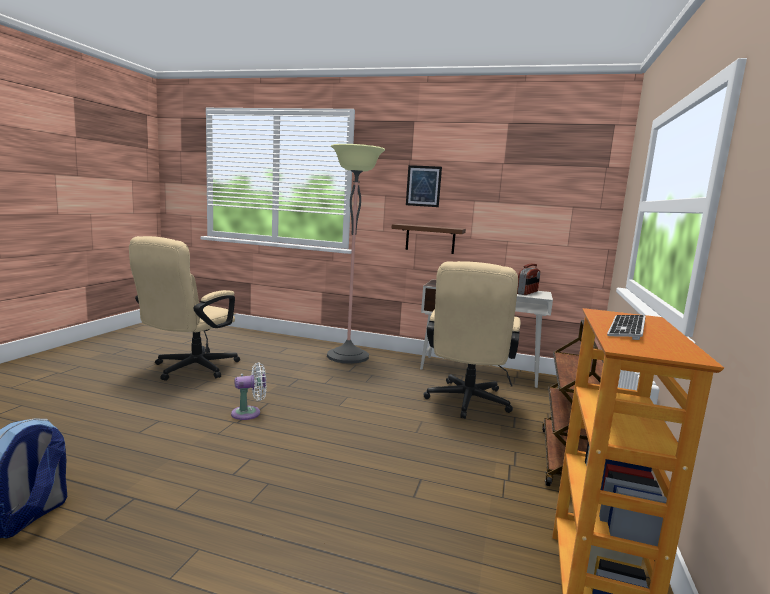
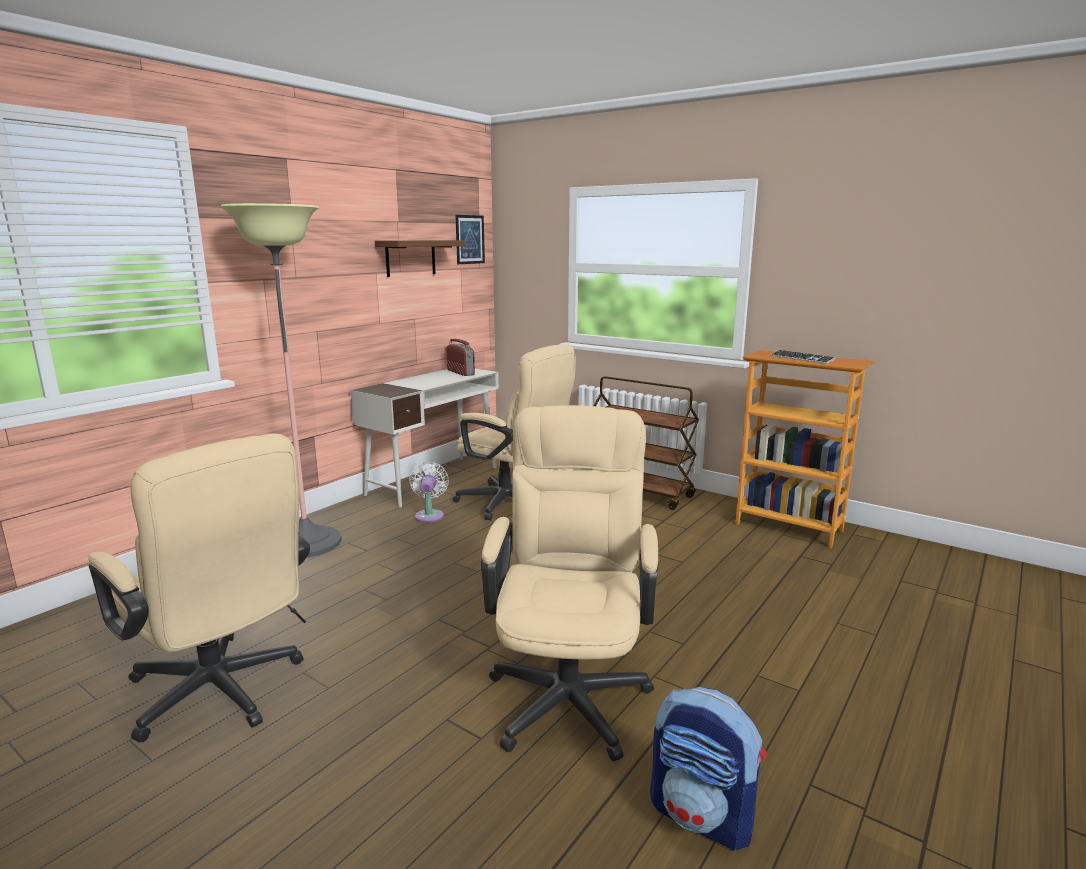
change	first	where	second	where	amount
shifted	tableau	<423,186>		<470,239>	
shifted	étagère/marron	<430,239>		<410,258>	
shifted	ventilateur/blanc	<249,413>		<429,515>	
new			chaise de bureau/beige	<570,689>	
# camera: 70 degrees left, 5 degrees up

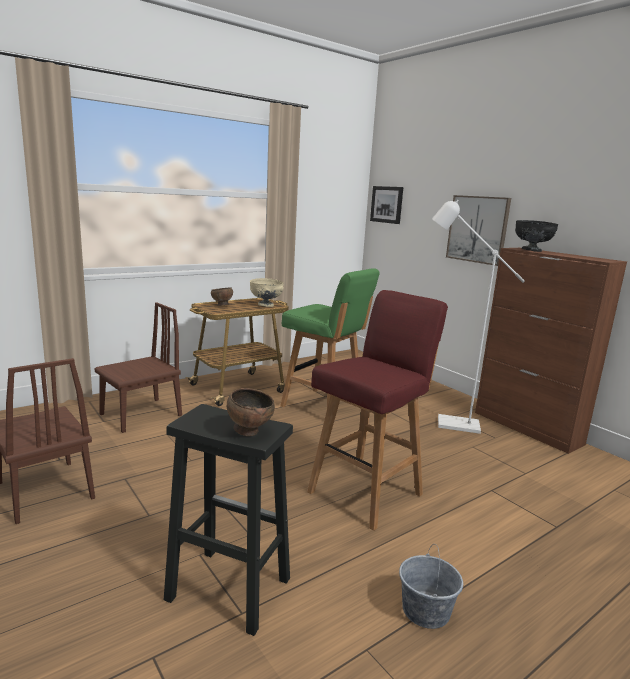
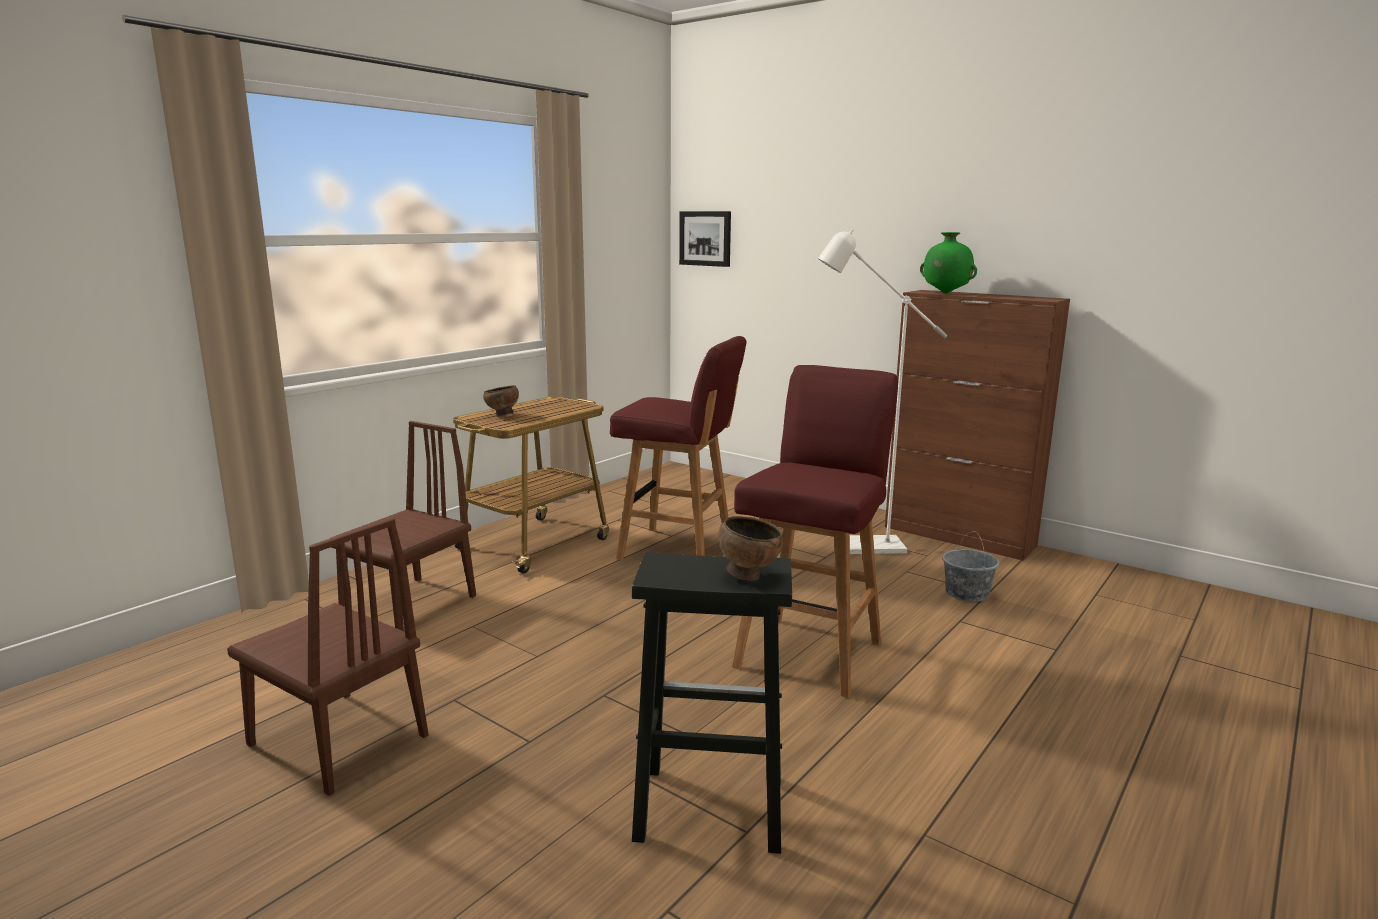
change	first	where	second	where	amount
gone	tableau	<478,229>			
swapped	bol/noir	<531,250>	vase/vert	<945,293>	
repainted	tabouret/vert	<323,406>	tabouret/rouge	<678,550>	
gone	bol/beige	<265,305>			
shifted	seau/gris	<425,610>		<966,593>	
# camera: 15 degrees left, 0 degrees up

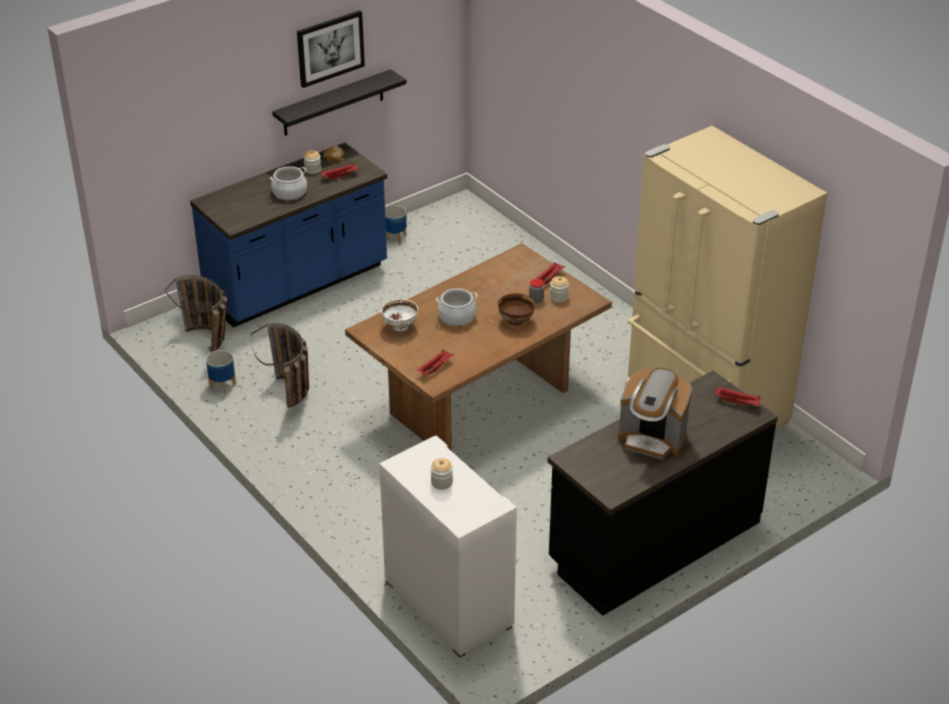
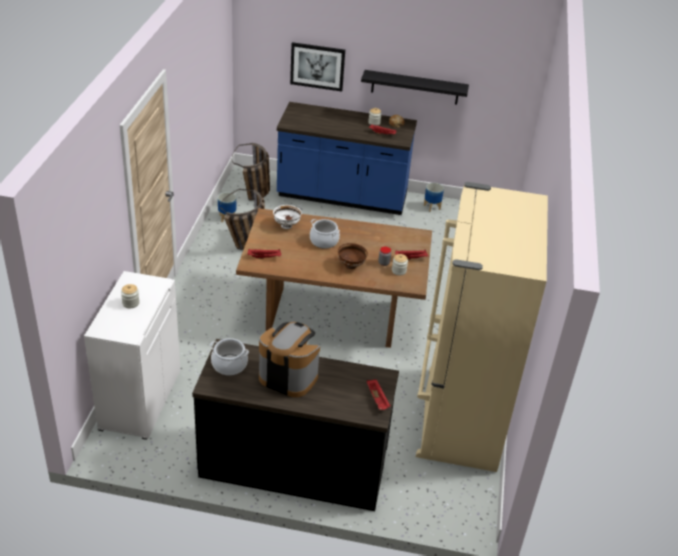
change	first	where	second	where	amount
shifted	tableau	<330,48>		<317,66>	
shifted	marmite	<289,193>		<229,365>	
rotated	machine à café	<652,439>		<288,377>	135 degrees clockwise
# camera: 45 degrees right, 0 degrees up

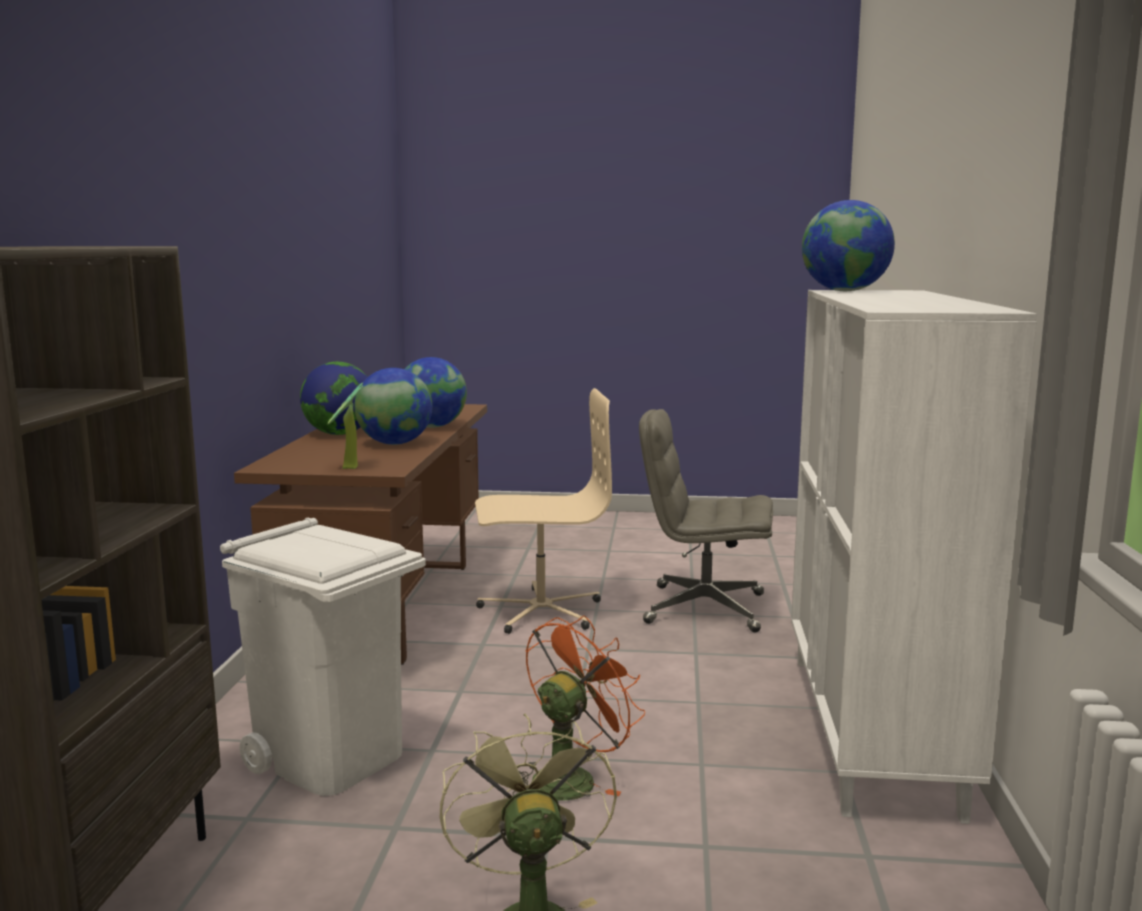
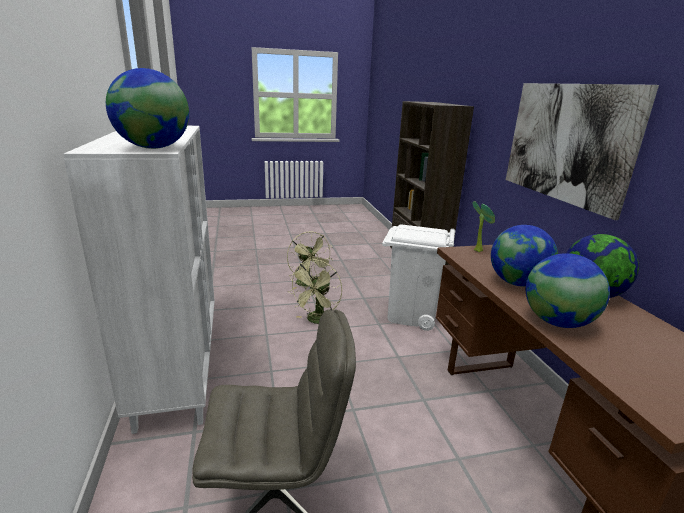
change	first	where	second	where	amount
gone	chaise de bureau/beige	<540,611>			
repainted	ventilateur/orange	<571,777>	ventilateur/vert	<317,321>	
new			tableau	<566,143>	
# camera: 160 degrees right, 10 degrees up

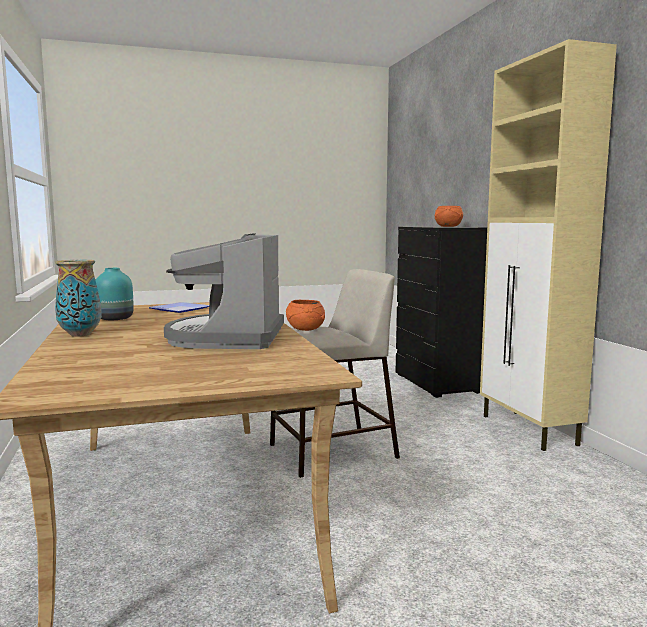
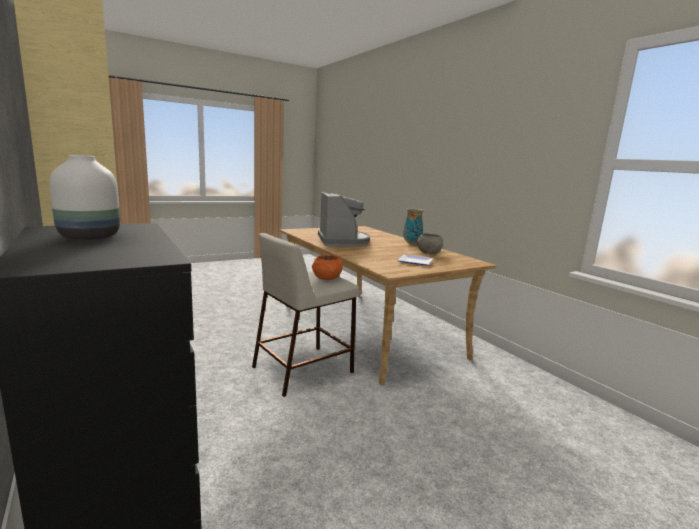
change	first	where	second	where	amount
swapped	bol/orange	<448,226>	vase/blanc	<91,237>	
swapped	vase/turquoise	<116,319>	bol/gris	<428,253>	
# camera: 165 degrees right, 5 degrees up

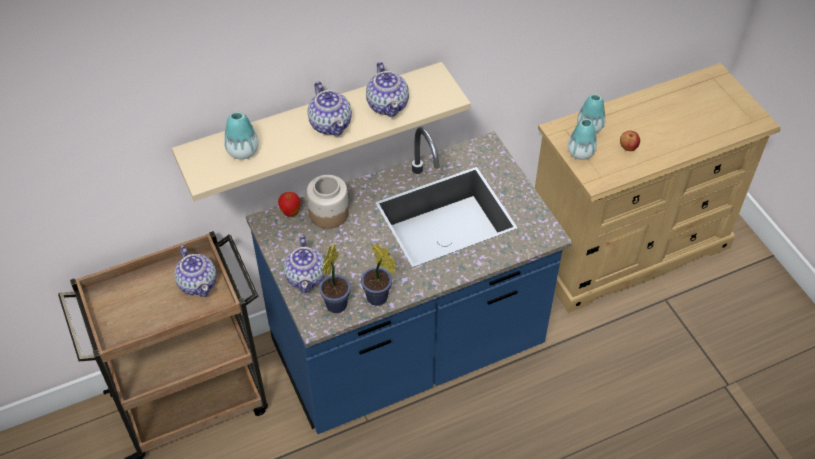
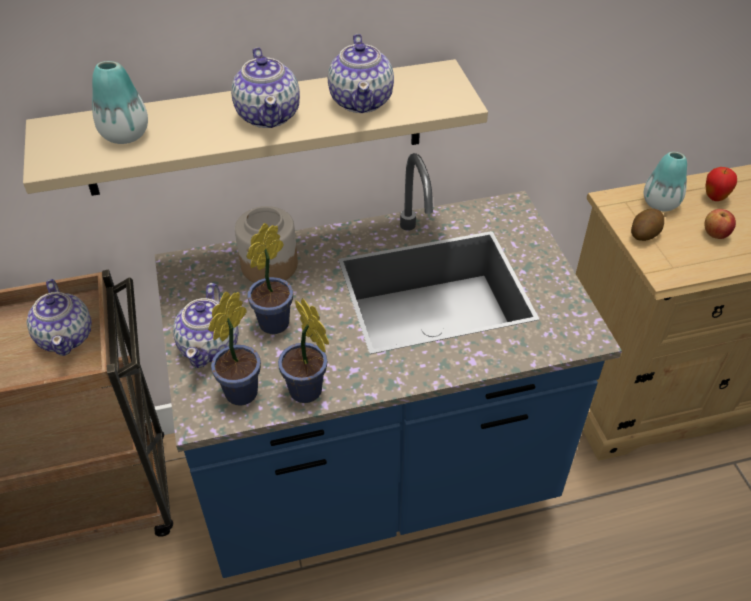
change	first	where	second	where	amount
swapped	vase	<580,153>	pomme de terre	<644,233>	
shifted	pomme	<290,213>		<714,197>	
new			plante en pot	<277,321>	
# camera: 10 degrees right, 5 degrees down

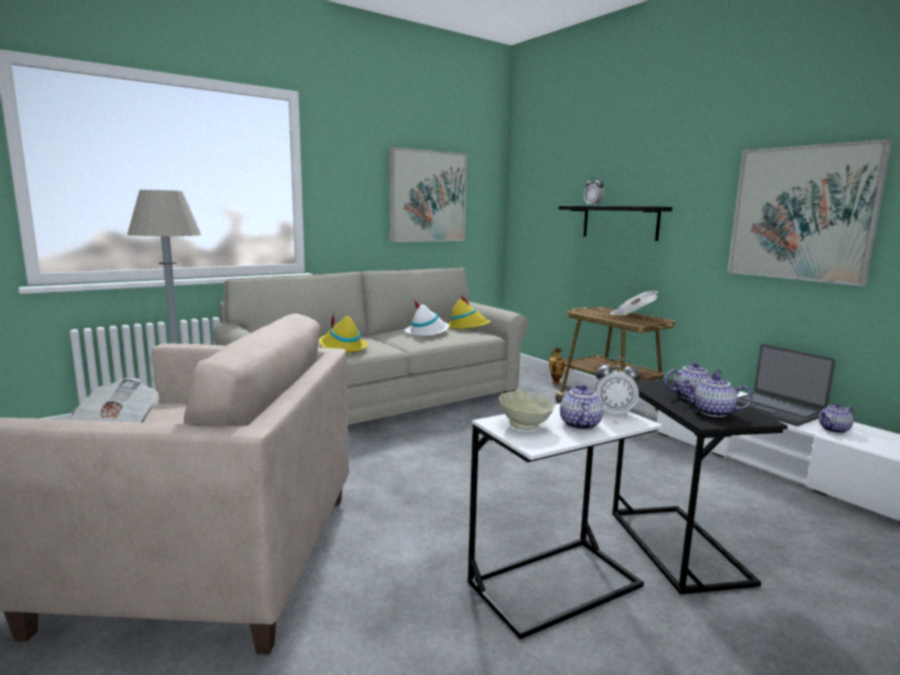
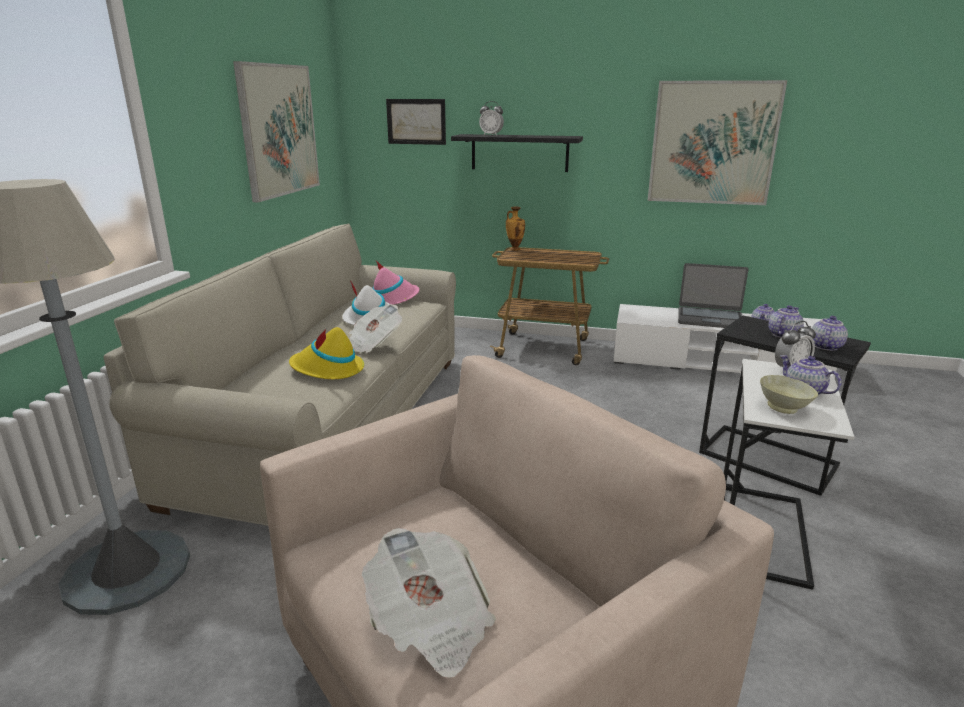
change	first	where	second	where	amount
shifted	journal	<632,315>		<372,344>	
repainted	chapeau/jaune	<467,327>	chapeau/rose	<393,299>	
shifted	vase	<555,382>		<514,249>	
rotated	théière	<712,412>		<824,346>	135 degrees clockwise
new			tableau	<416,121>	
# camera: 40 degrees left, 10 degrees up

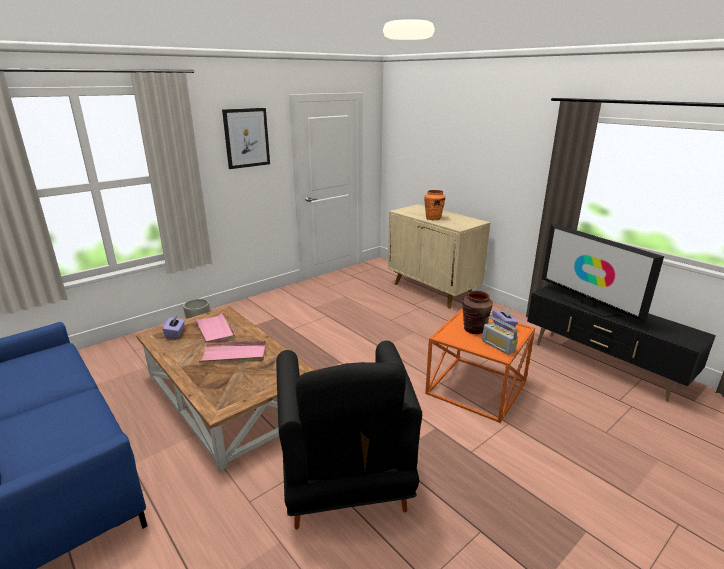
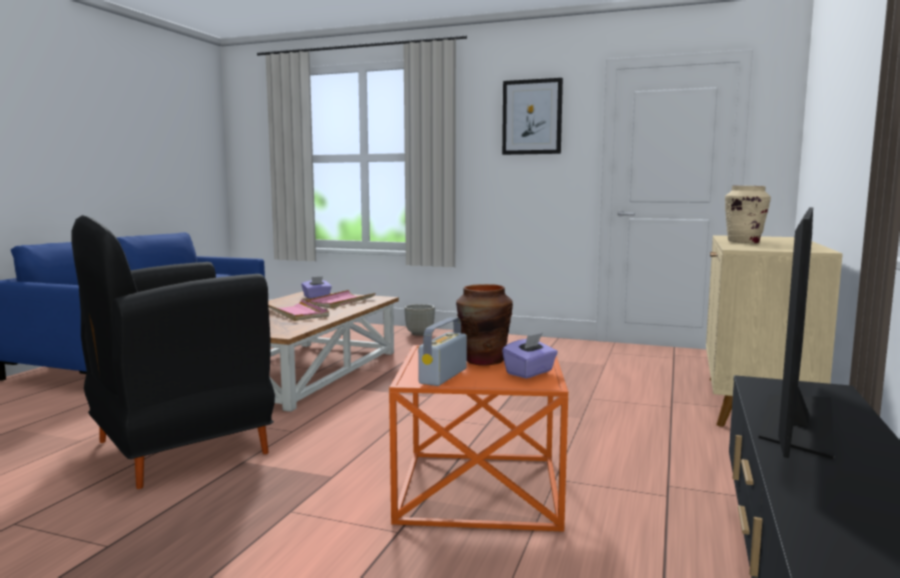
change	first	where	second	where	amount
repainted	vase/orange	<433,218>	vase/beige	<744,242>	
# camera: 60 degrees right, 15 degrees down

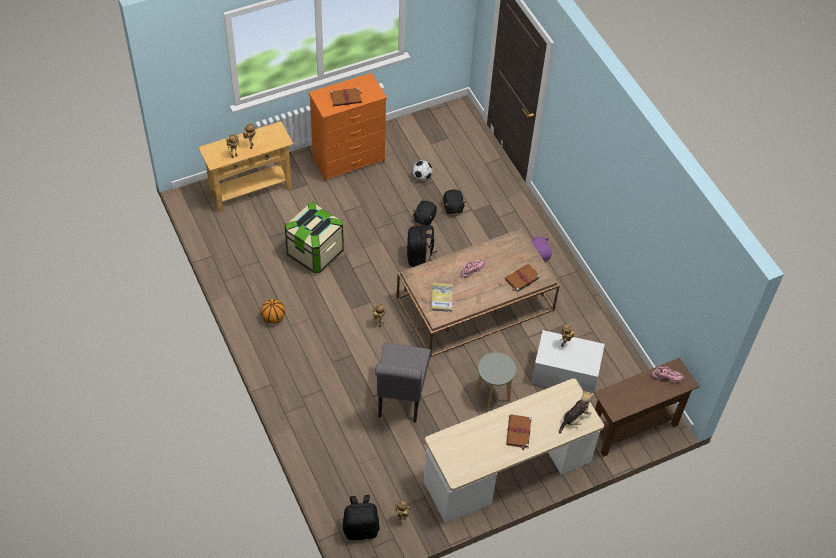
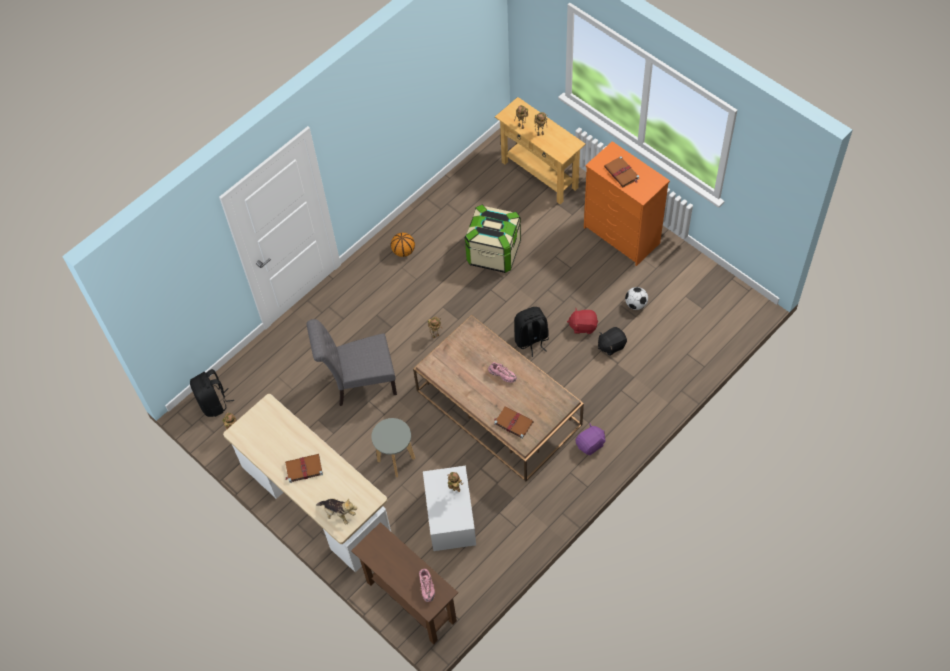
change	first	where	second	where	amount
repainted	peluche/noir	<424,218>	peluche/rouge	<583,326>	
gone	livre	<442,298>			
# camera: 75 degrees right, 5 degrees up

